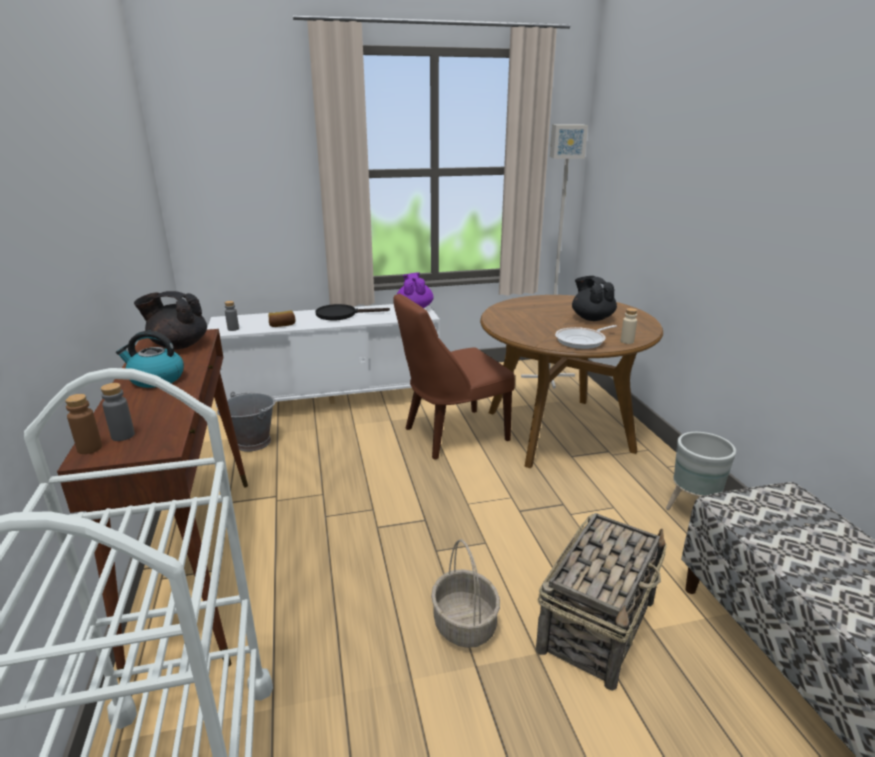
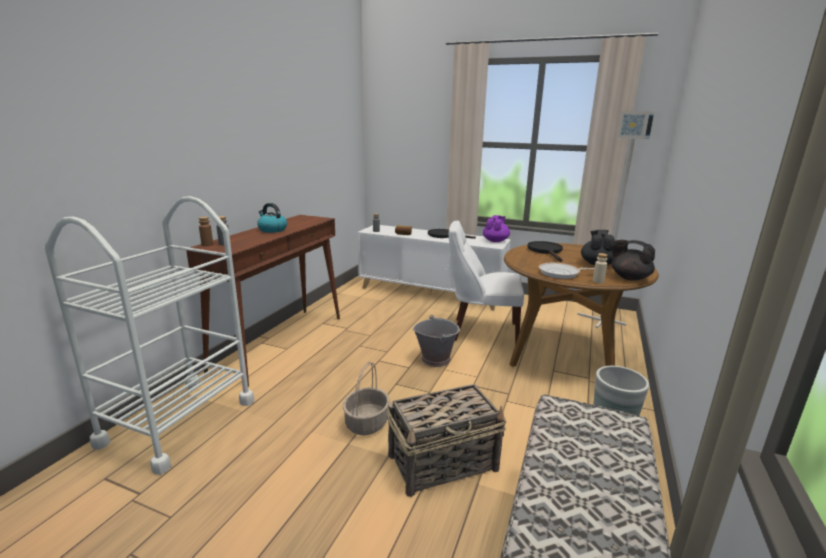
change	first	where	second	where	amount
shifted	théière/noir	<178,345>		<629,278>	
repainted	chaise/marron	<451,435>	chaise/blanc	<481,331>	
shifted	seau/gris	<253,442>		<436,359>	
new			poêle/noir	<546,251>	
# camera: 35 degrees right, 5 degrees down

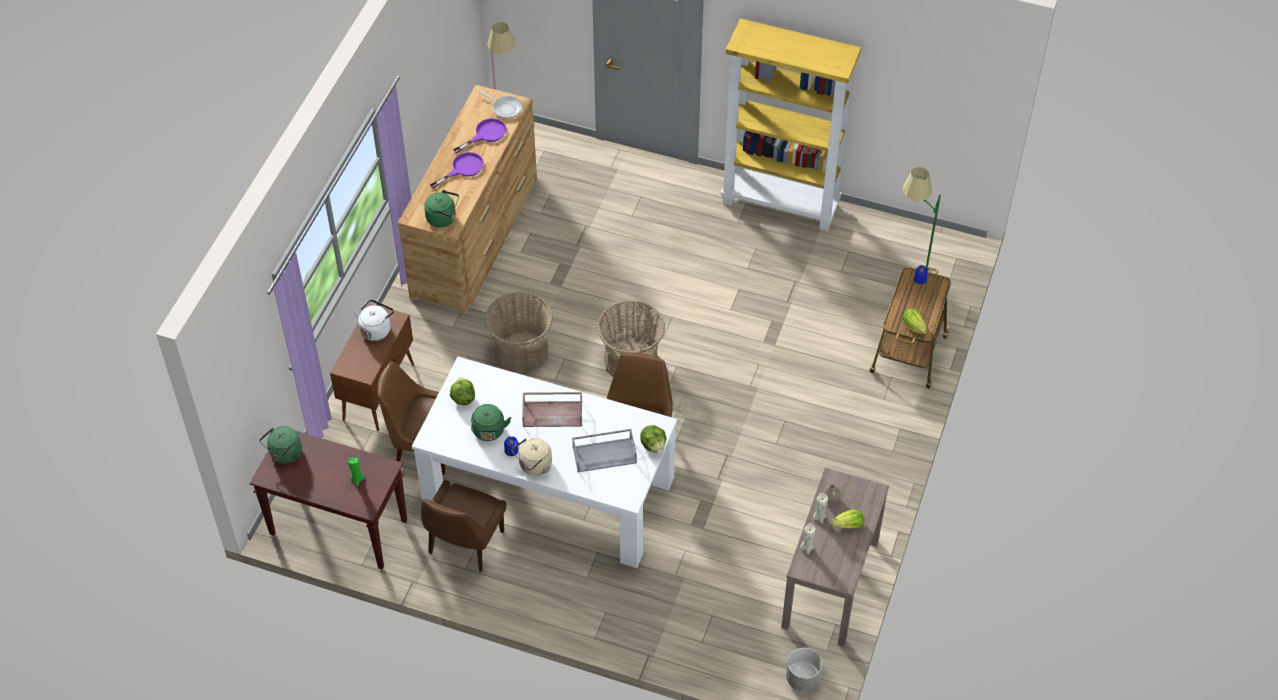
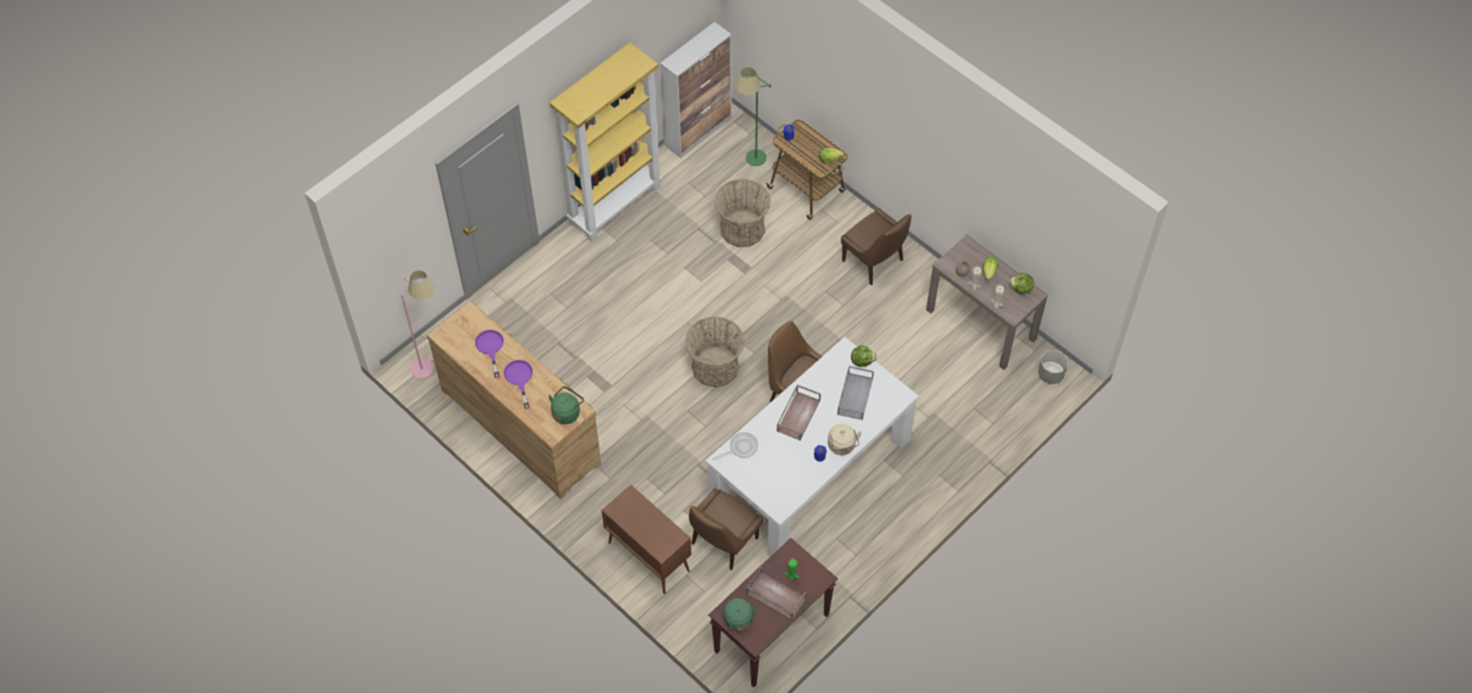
change	first	where	second	where	amount
shifted	poêle	<505,108>		<741,447>	
shifted	panier	<521,352>		<742,228>	
gone	bouilloire/blanc	<376,329>			
shifted	laitue	<463,398>		<1021,289>	
gone	bouilloire/vert	<489,432>			
shifted	chaise/marron	<464,544>		<874,262>	
new			meuble de rangement	<698,131>	
new			plateau/marron	<775,596>	
# camera: 65 degrees left, 5 degrees up

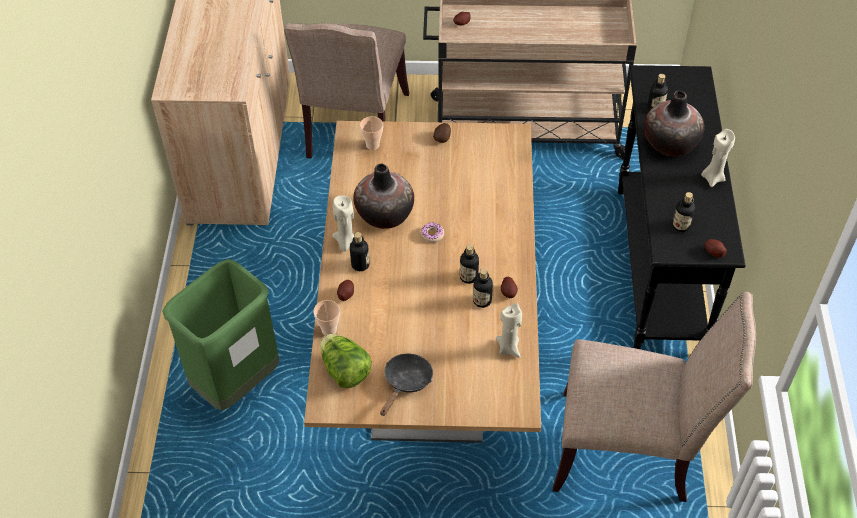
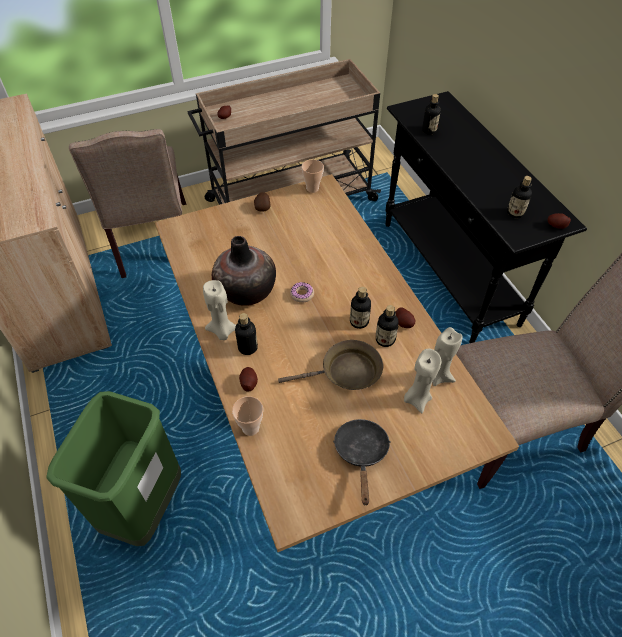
change	first	where	second	where	amount
gone	vase	<670,143>			
shifted	tasse	<372,145>		<312,188>	
shifted	bougie/beige	<713,177>		<417,399>	
gone	laitue	<344,370>			
new			poêle/marron	<346,372>	
# camera: 25 degrees left, 0 degrees up

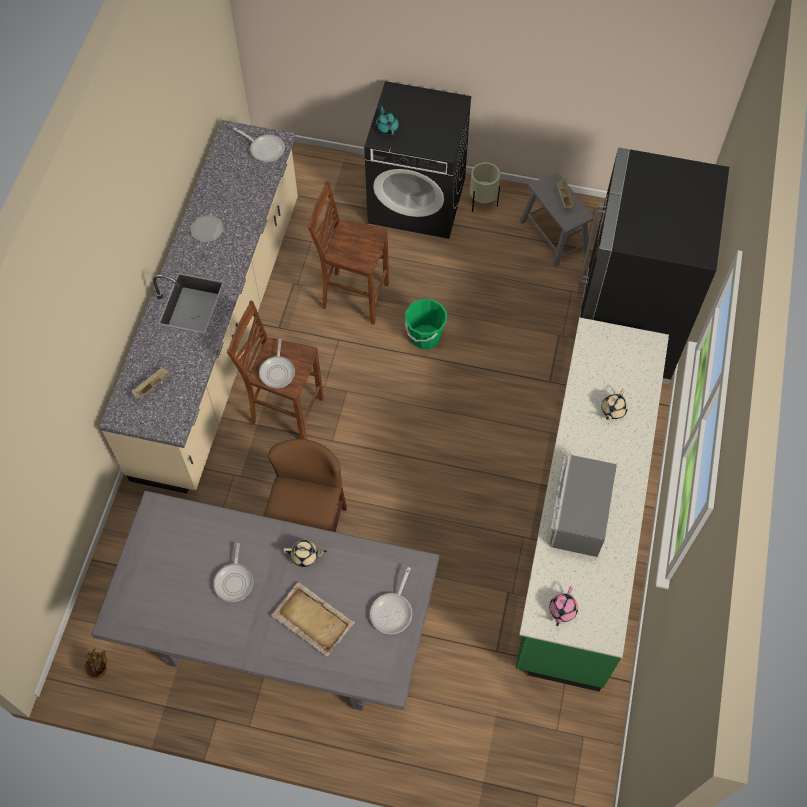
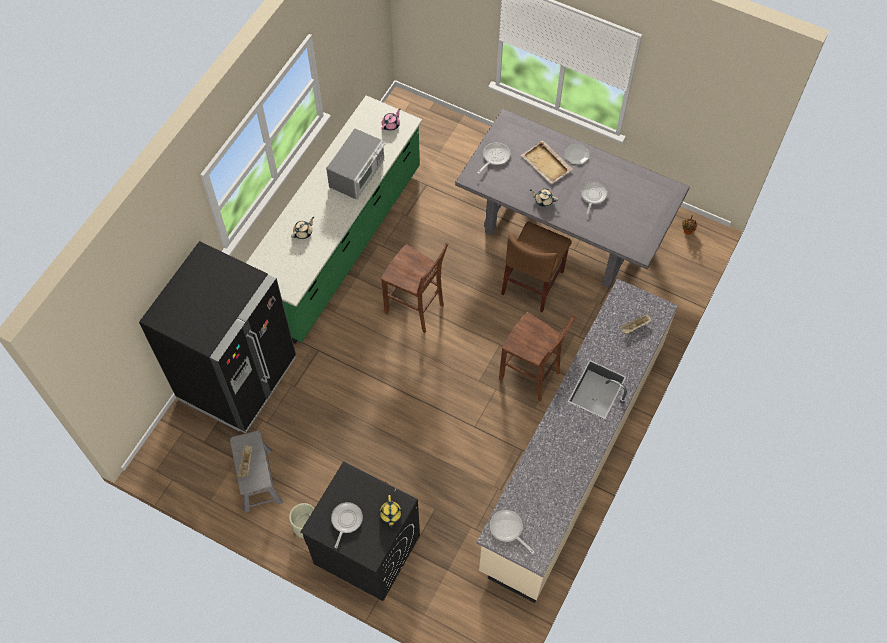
change	first	where	second	where	amount
repainted	théière/turquoise	<387,127>	théière/jaune	<390,514>	
shifted	tabouret/marron	<353,296>		<416,309>	
shifted	assiette	<207,229>		<577,155>	
gone	seau/vert	<425,337>			
shifted	poêle	<277,371>		<346,521>	
# camera: 165 degrees left, 0 degrees up

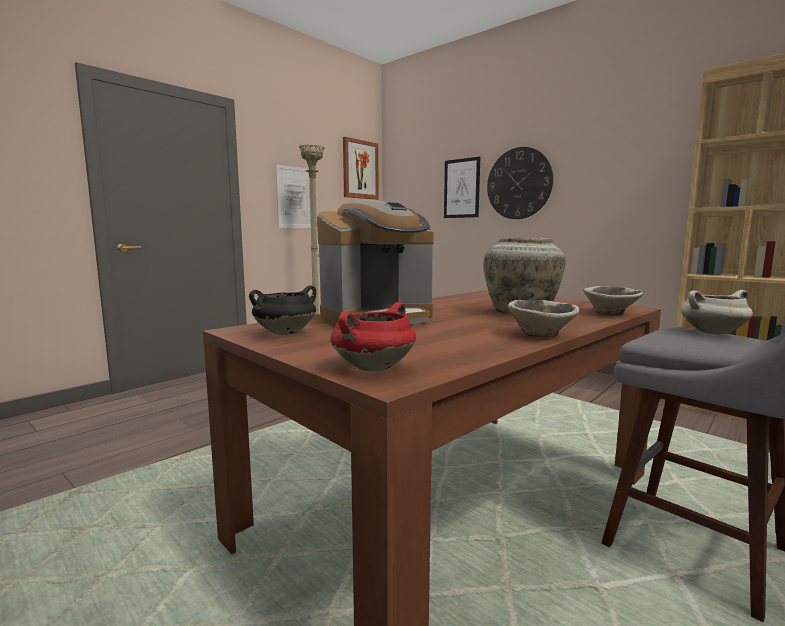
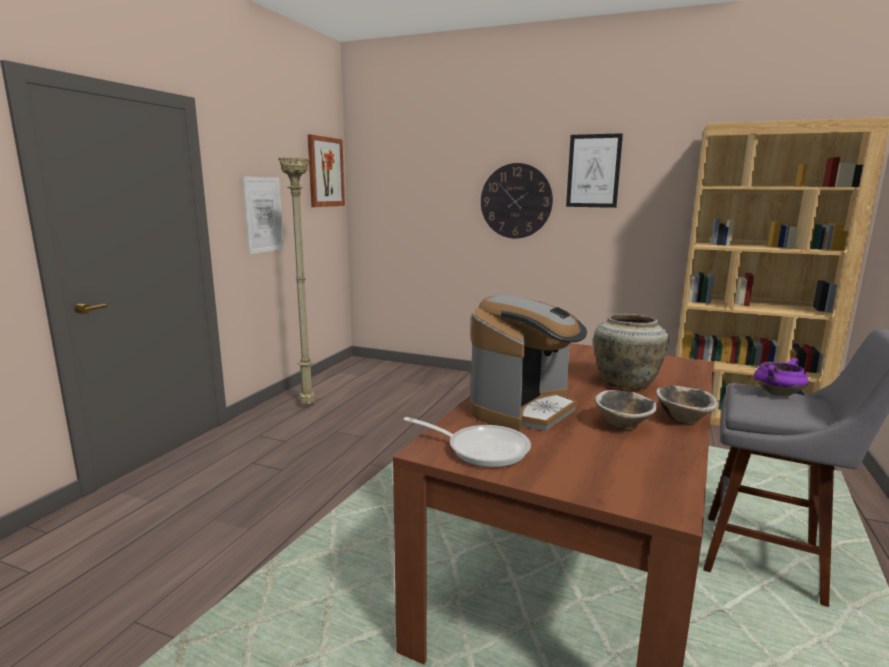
change	first	where	second	where	amount
shifted	tableau	<461,188>		<593,171>	
swapped	marmite/noir	<285,333>	poêle	<481,449>	
shifted	bol	<610,313>		<622,425>	
repainted	marmite/blanc	<712,333>	marmite/violet	<777,393>	
gone	marmite/rouge	<373,368>			
# camera: 20 degrees left, 5 degrees up

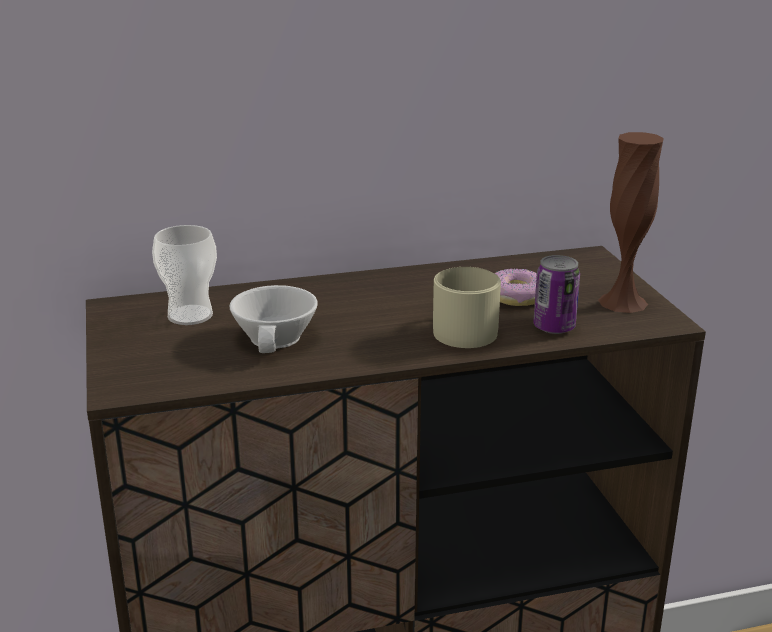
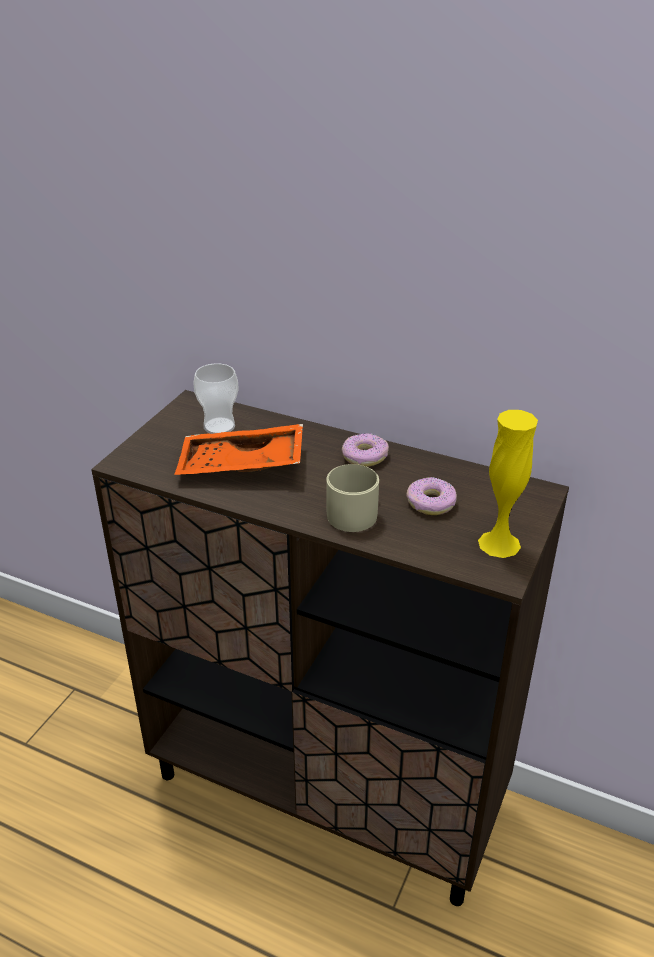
change	first	where	second	where	amount
repainted	vase/marron	<622,302>	vase/jaune	<499,544>	
gone	boîte métallique	<554,327>			
swapped	tasse/blanc	<278,338>	plateau/orange	<241,466>	
new			beignet	<364,456>	
# camera: 40 degrees right, 10 degrees up

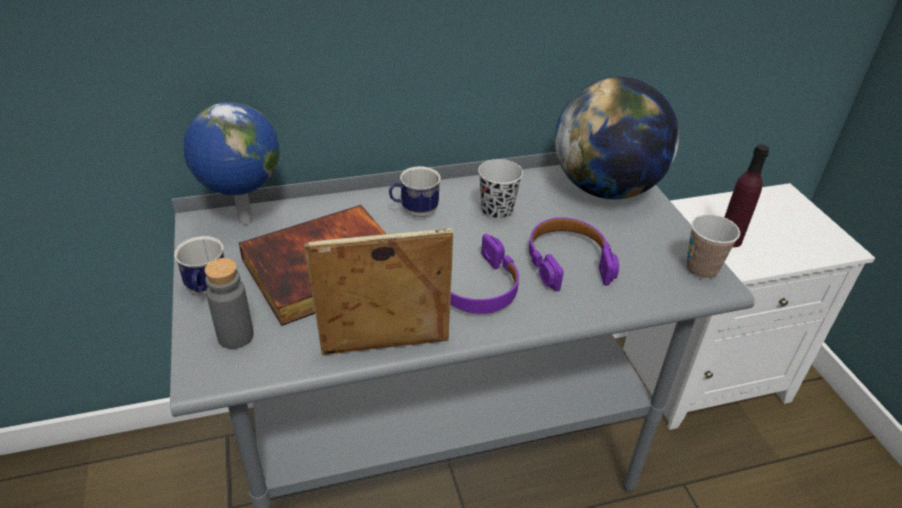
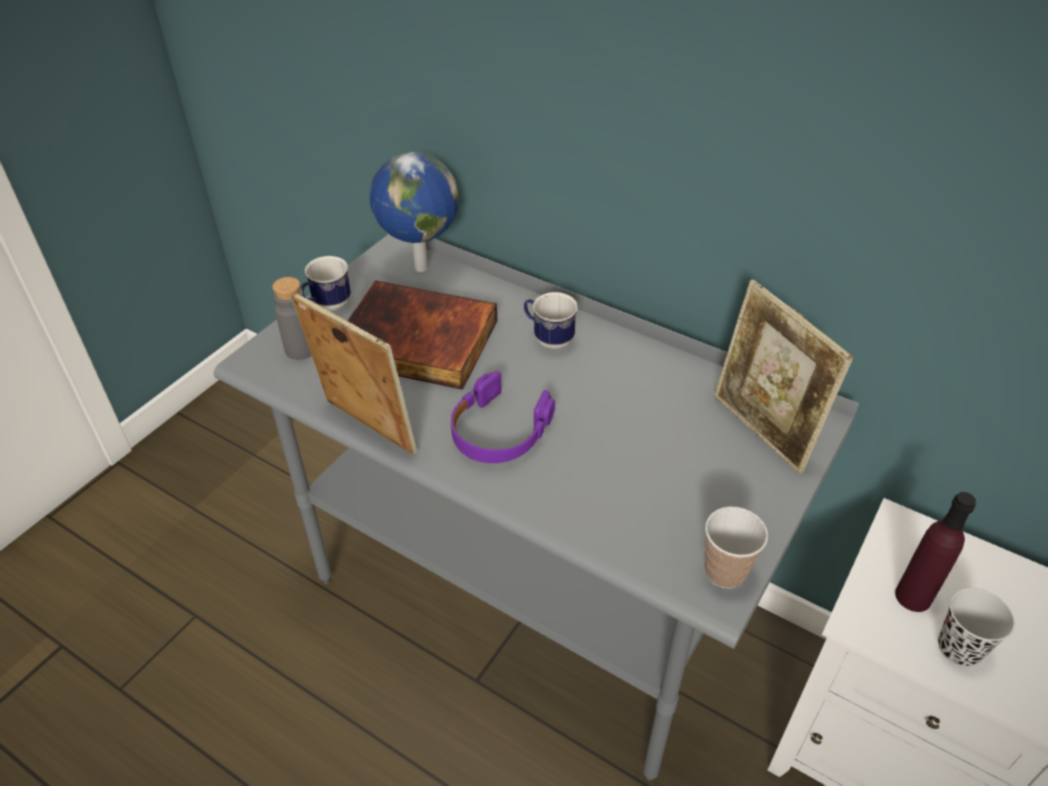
change	first	where	second	where	amount
swapped	globe	<605,188>	cadre photo	<762,432>	
shifted	tasse/noir	<497,211>		<959,648>	
gone	casque audio/violet	<567,261>			
# camera: 50 degrees right, 5 degrees up

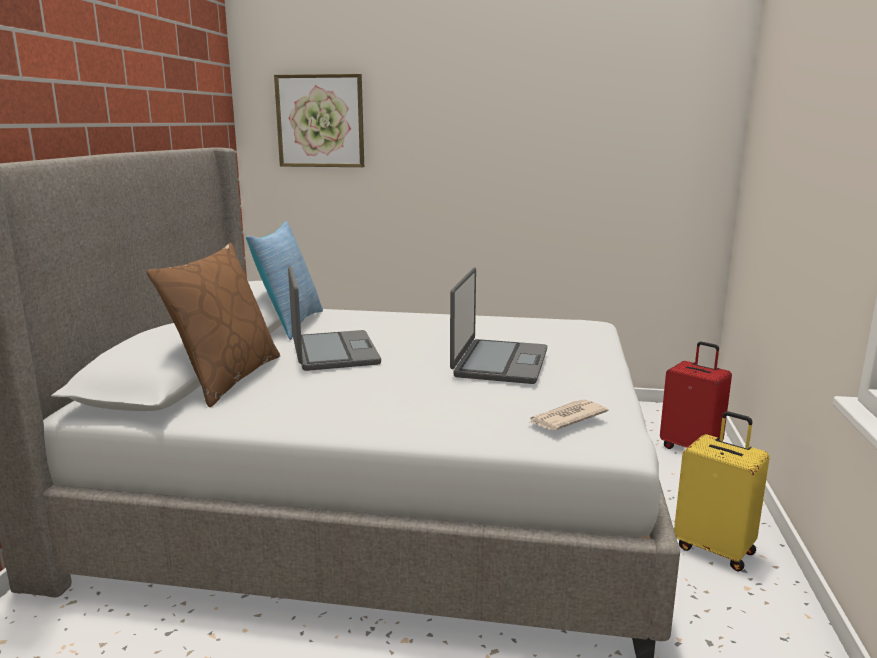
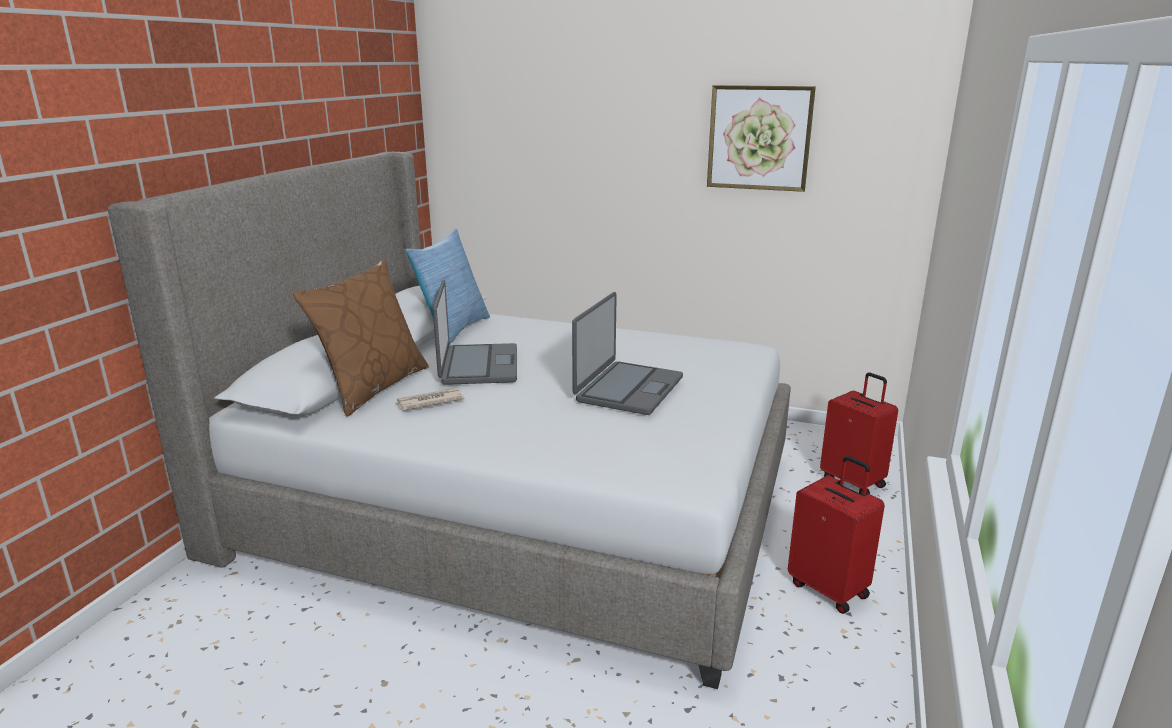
change	first	where	second	where	amount
shifted	tableau	<320,121>		<759,138>	
shifted	journal	<566,418>		<429,402>	
repainted	valise/jaune	<715,549>	valise/rouge	<829,589>	
# camera: 10 degrees right, 5 degrees up

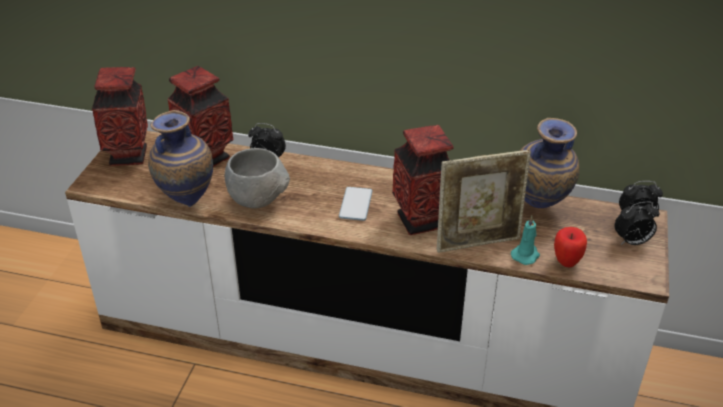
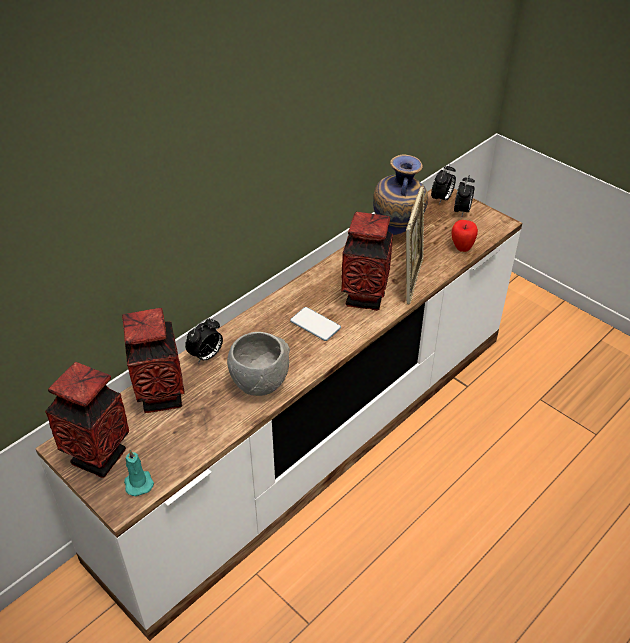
change	first	where	second	where	amount
gone	vase	<187,201>			
shifted	bougie/turquoise	<526,255>		<138,482>	
# camera: 60 degrees left, 5 degrees up

